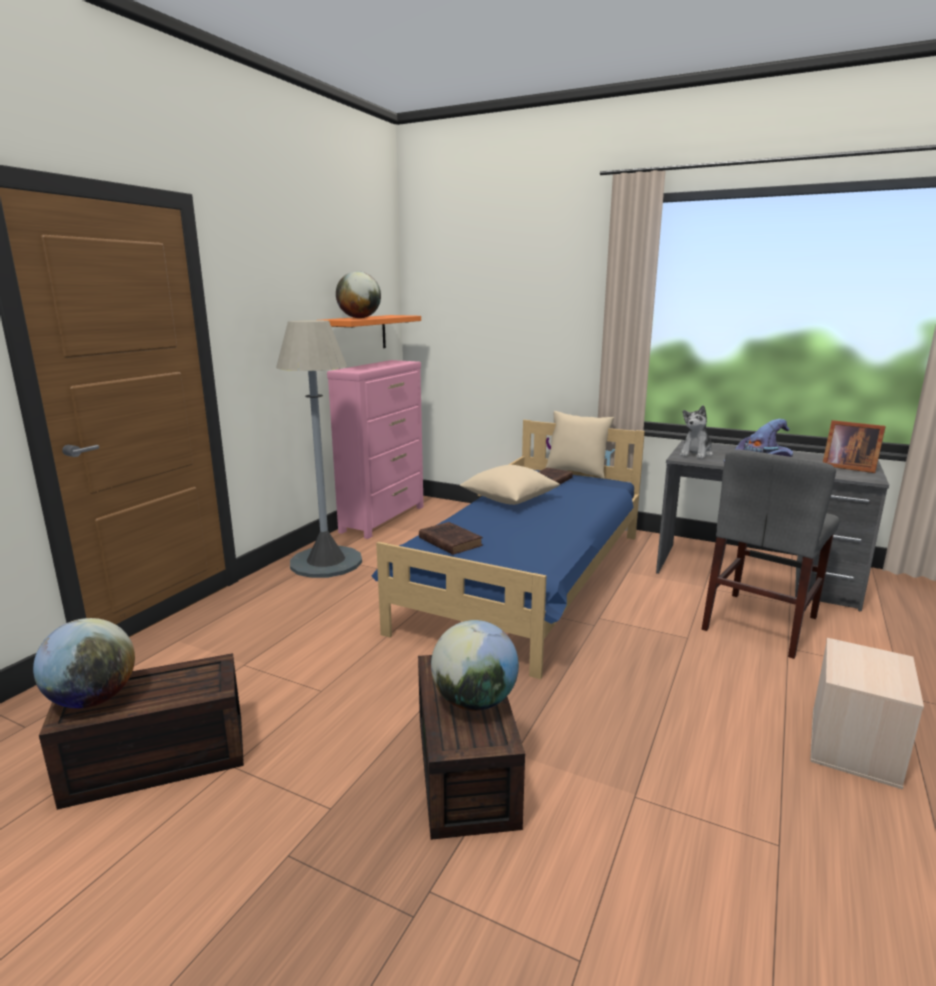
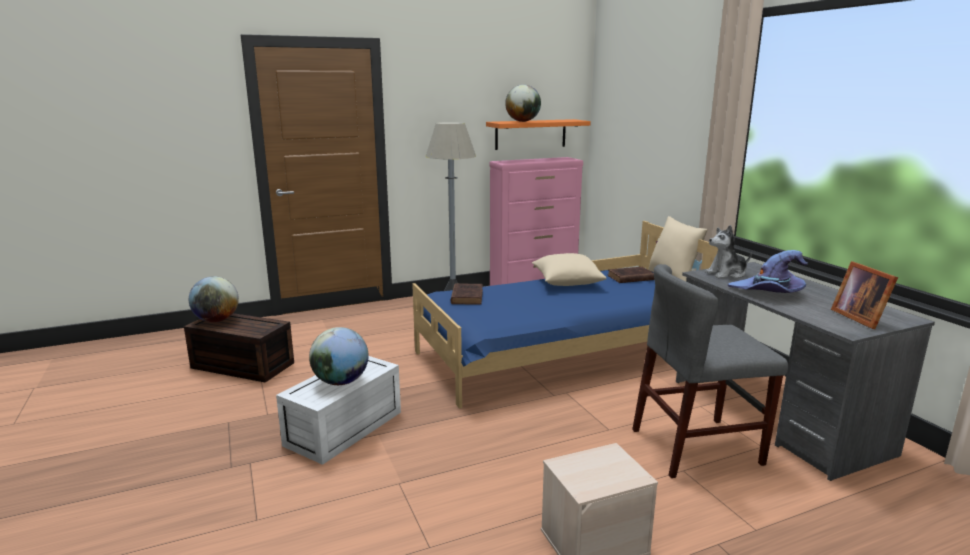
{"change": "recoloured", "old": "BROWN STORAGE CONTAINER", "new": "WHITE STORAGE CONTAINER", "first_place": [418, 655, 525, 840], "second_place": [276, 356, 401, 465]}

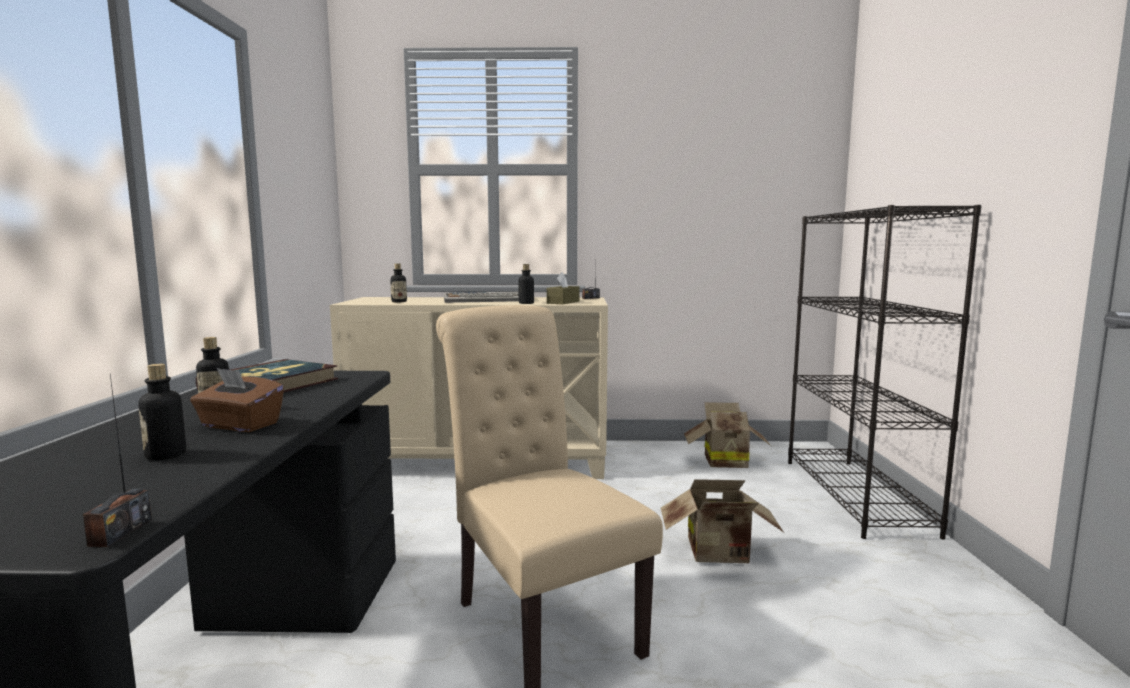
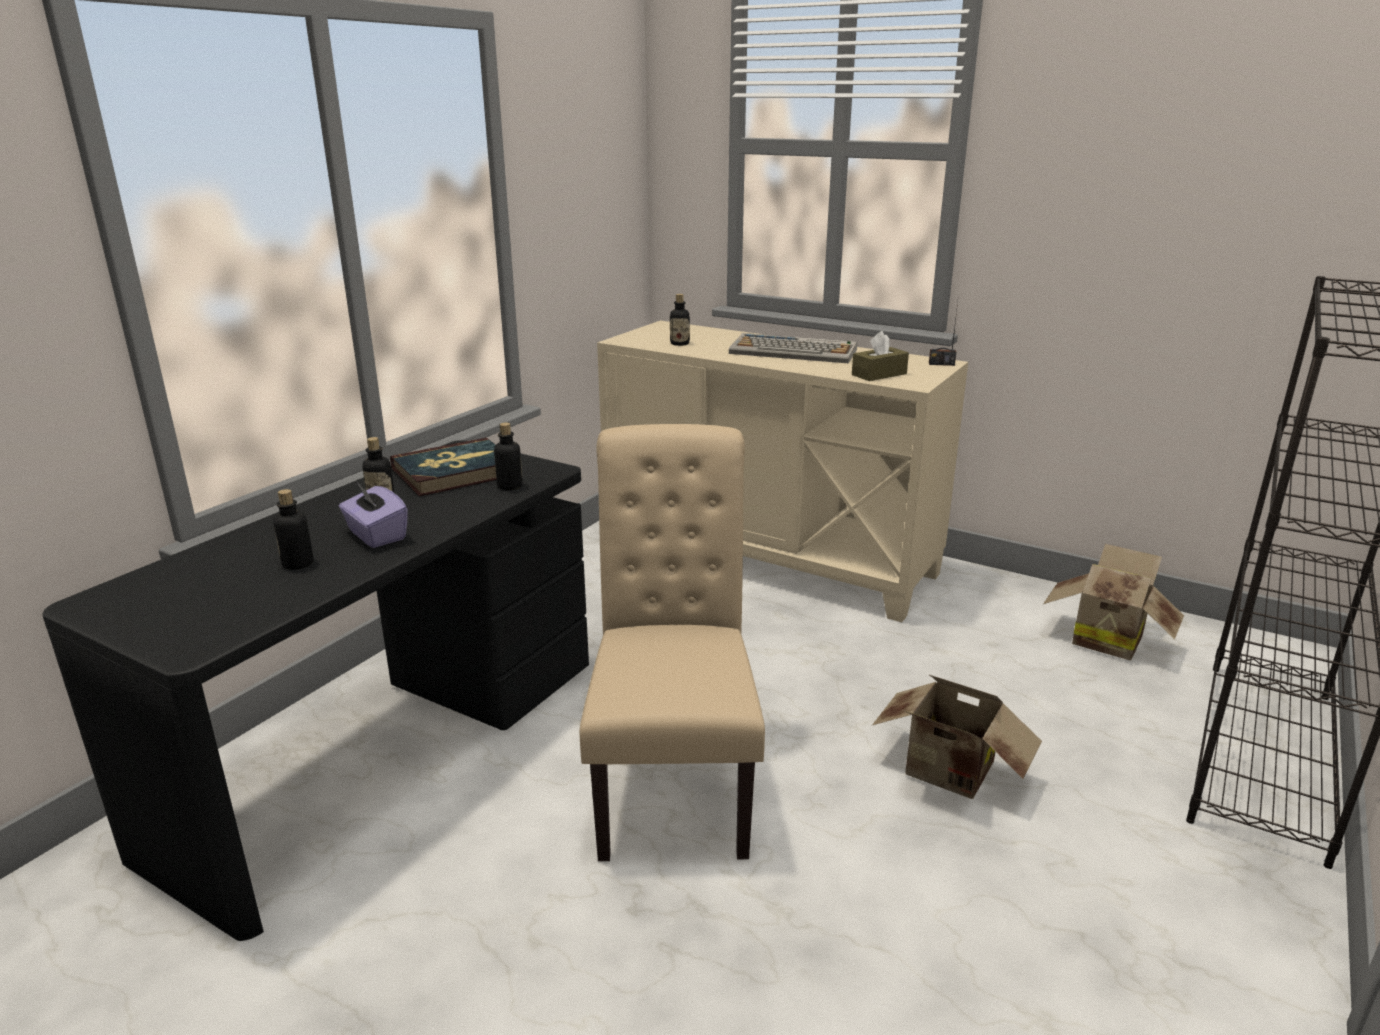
{"change": "removed", "old": "RADIO RECEIVER", "first_place": [83, 374, 152, 547]}
{"change": "recoloured", "old": "BROWN BOX OF TISSUES", "new": "PURPLISH BOX OF TISSUES", "first_place": [190, 368, 284, 432], "second_place": [339, 481, 408, 548]}
{"change": "moved", "old": "BEVERAGE BOTTLE", "first_place": [518, 264, 534, 304], "second_place": [494, 423, 523, 490]}

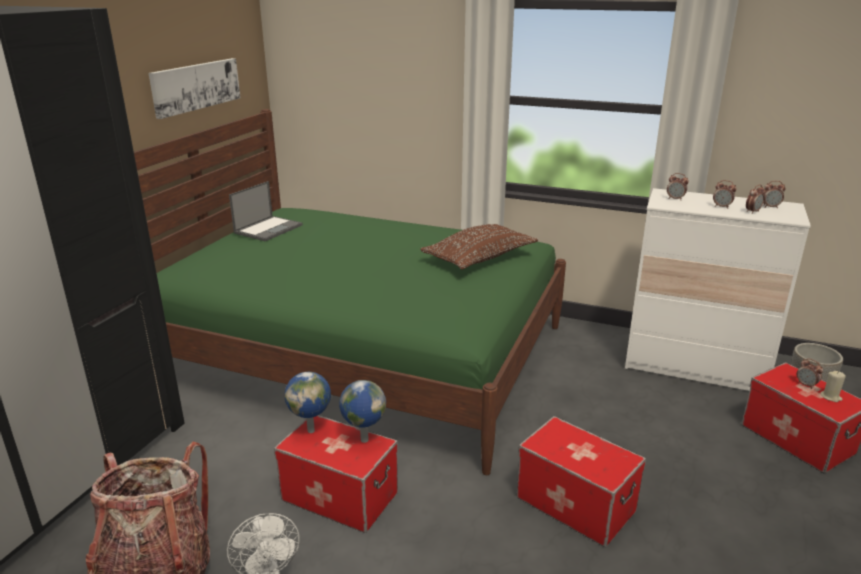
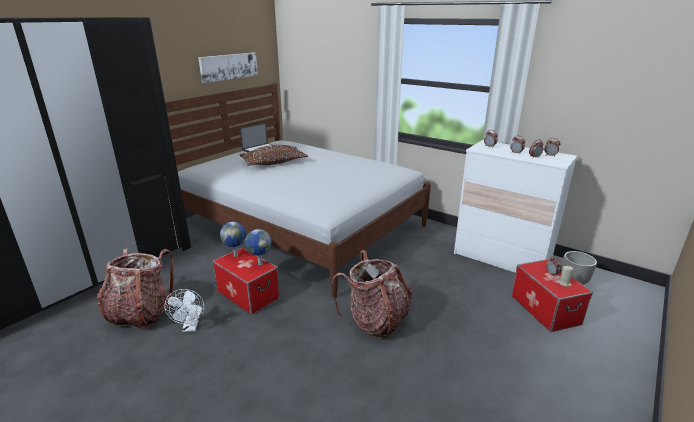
{"change": "recoloured", "old": "GREENISH BED", "new": "WHITE BED", "first_place": [134, 109, 566, 475], "second_place": [165, 83, 431, 298]}
{"change": "moved", "old": "BROWN THROW PILLOW", "first_place": [420, 224, 538, 269], "second_place": [239, 145, 308, 166]}
{"change": "replaced", "old": "STORAGE CONTAINER", "new": "BACKPACK", "first_place": [516, 416, 646, 547], "second_place": [332, 250, 412, 339]}

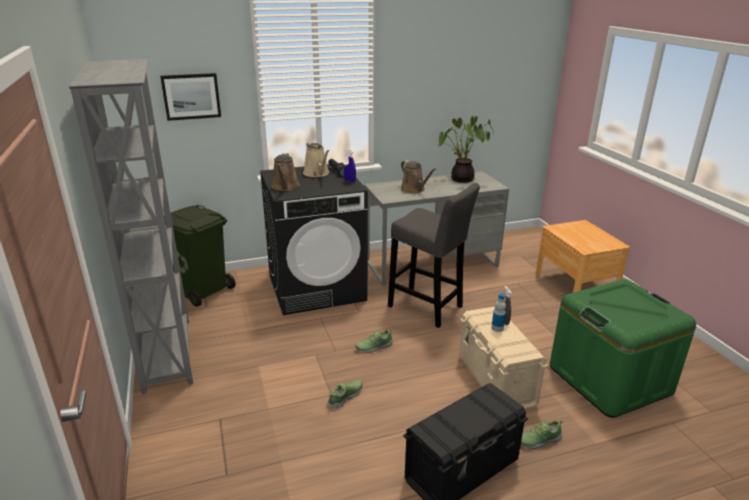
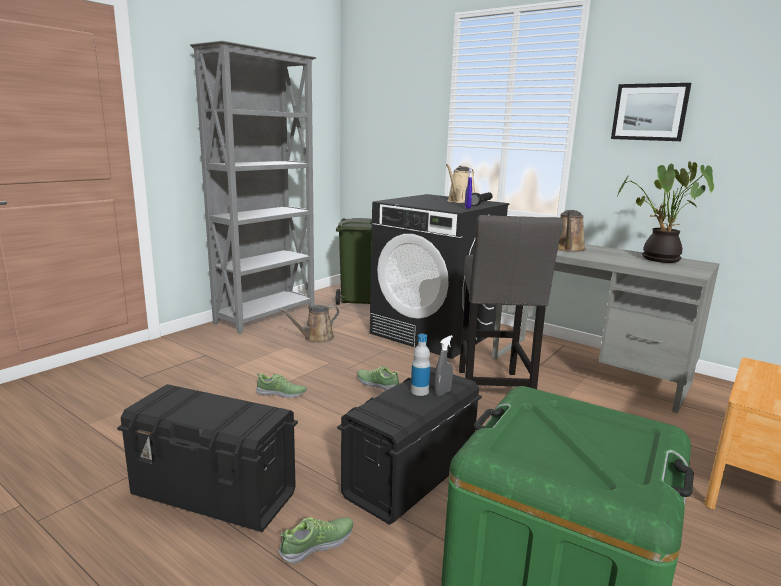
{"change": "moved", "old": "WALL ART", "first_place": [160, 73, 221, 121], "second_place": [611, 83, 691, 141]}
{"change": "moved", "old": "BROWN WATERING CAN", "first_place": [272, 153, 300, 191], "second_place": [279, 305, 339, 342]}
{"change": "recoloured", "old": "BEIGE STORAGE CONTAINER", "new": "BLACK-COLOURED STORAGE CONTAINER", "first_place": [459, 306, 548, 409], "second_place": [337, 367, 482, 525]}
{"change": "turned", "old": "SHOE", "first_place": [521, 420, 563, 449], "second_place": [278, 517, 353, 564], "degrees": 105}

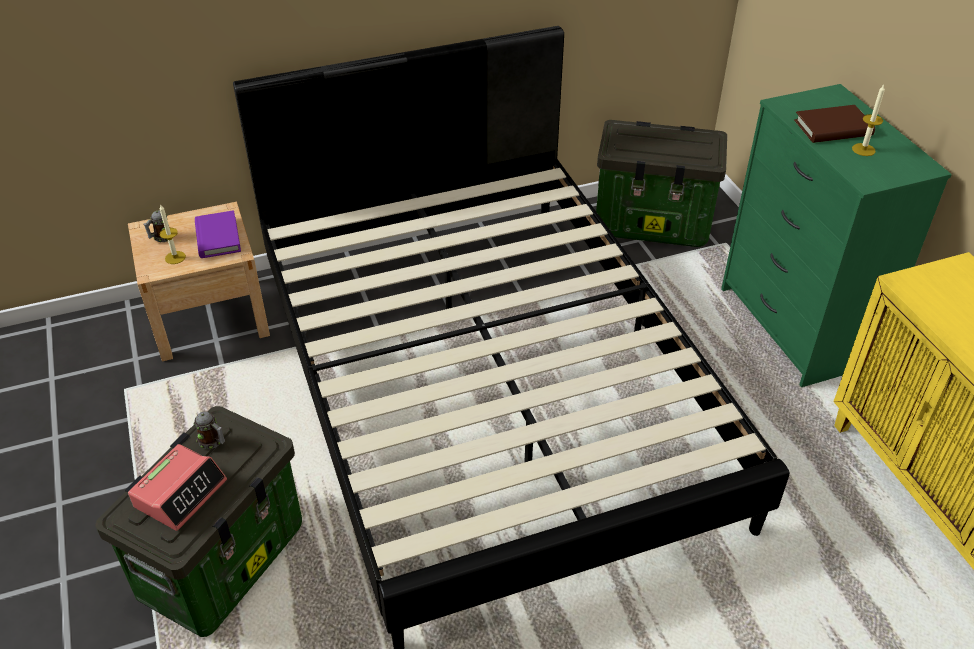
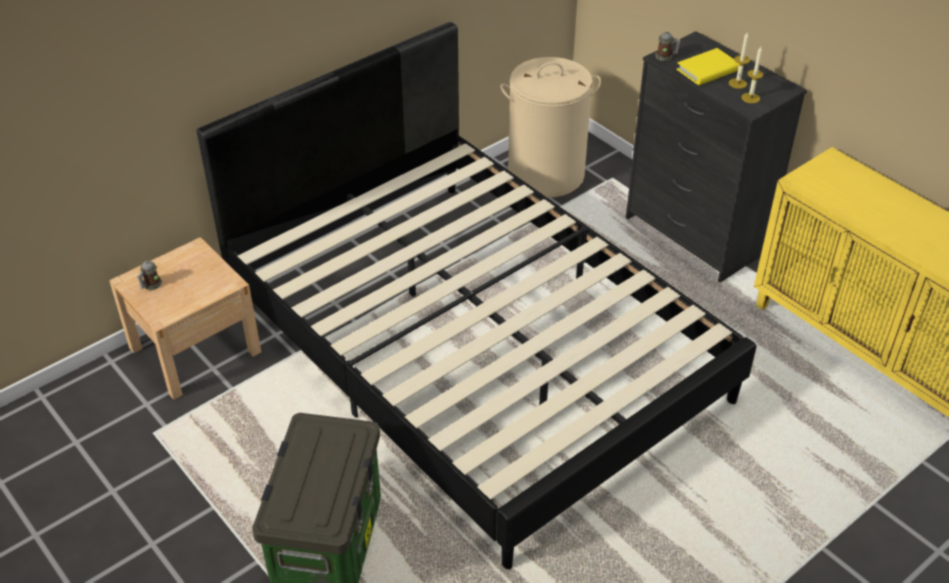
{"change": "removed", "old": "TABLE CLOCK", "first_place": [128, 444, 227, 531]}
{"change": "moved", "old": "WAX LIGHT", "first_place": [159, 205, 186, 264], "second_place": [741, 46, 763, 103]}
{"change": "moved", "old": "MUG", "first_place": [194, 411, 225, 449], "second_place": [655, 32, 680, 61]}
{"change": "removed", "old": "PURPLISH BOUND BOOK", "first_place": [195, 210, 241, 258]}
{"change": "replaced", "old": "STORAGE CONTAINER", "new": "BEIGE WASHING BASKET", "first_place": [596, 120, 727, 247], "second_place": [500, 57, 601, 198]}
{"change": "recoloured", "old": "GREENISH DRESSER", "new": "BLACK-COLOURED DRESSER", "first_place": [721, 84, 952, 387], "second_place": [626, 31, 807, 283]}
{"change": "recoloured", "old": "BROWN BOUND BOOK", "new": "YELLOW-COLOURED BOUND BOOK", "first_place": [794, 105, 875, 143], "second_place": [677, 48, 739, 85]}

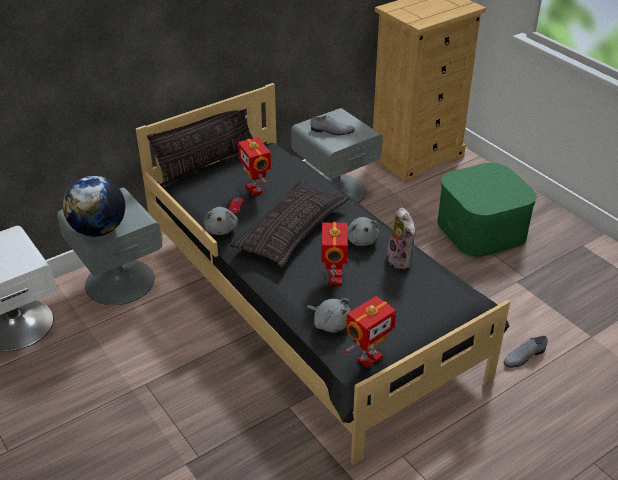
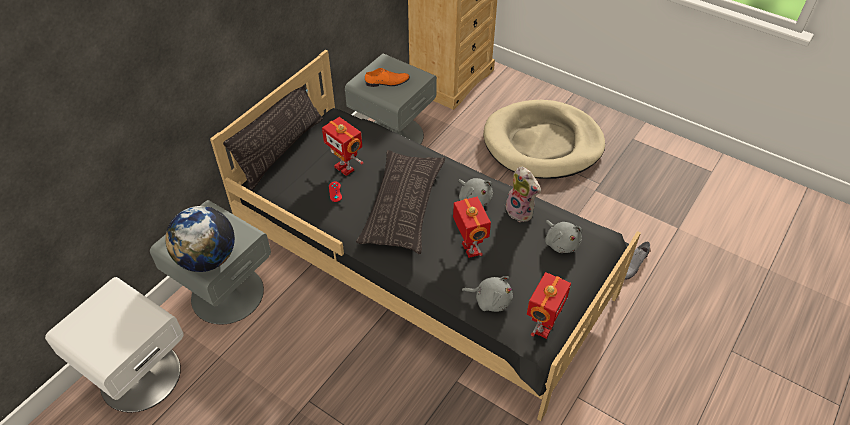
{"change": "moved", "old": "GREYISH CUDDLY TOY", "first_place": [204, 207, 238, 235], "second_place": [545, 220, 582, 253]}
{"change": "recoloured", "old": "GREYISH SHOE", "new": "ORANGE-COLOURED SHOE", "first_place": [310, 115, 355, 135], "second_place": [365, 68, 410, 87]}
{"change": "replaced", "old": "GREENISH STORAGE CONTAINER", "new": "BEIGE PET BED", "first_place": [437, 163, 537, 257], "second_place": [483, 100, 605, 179]}

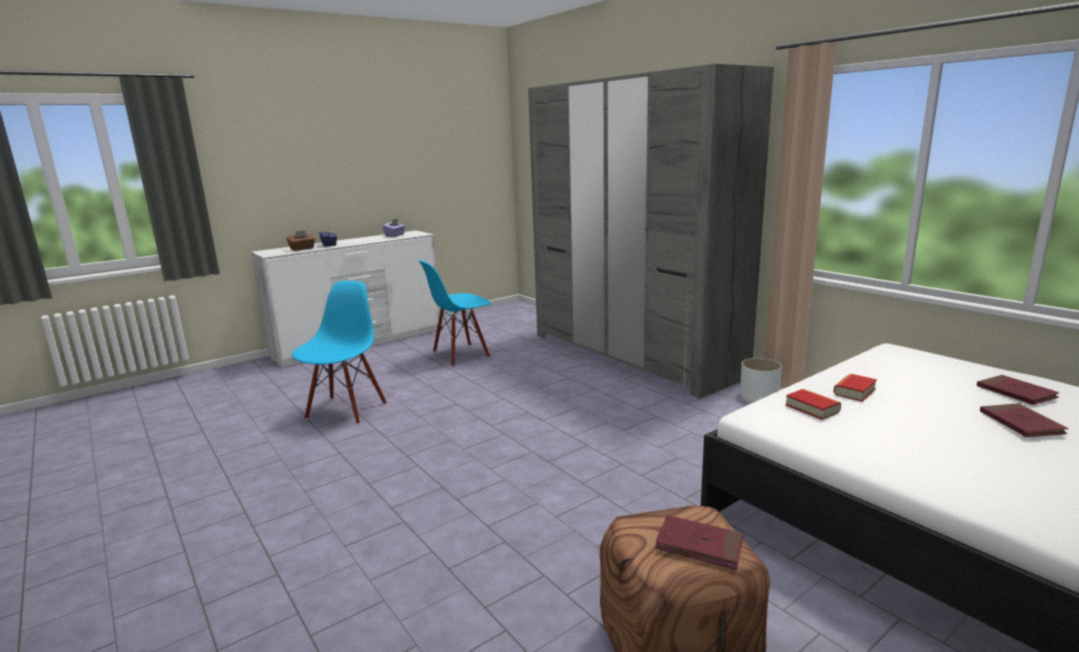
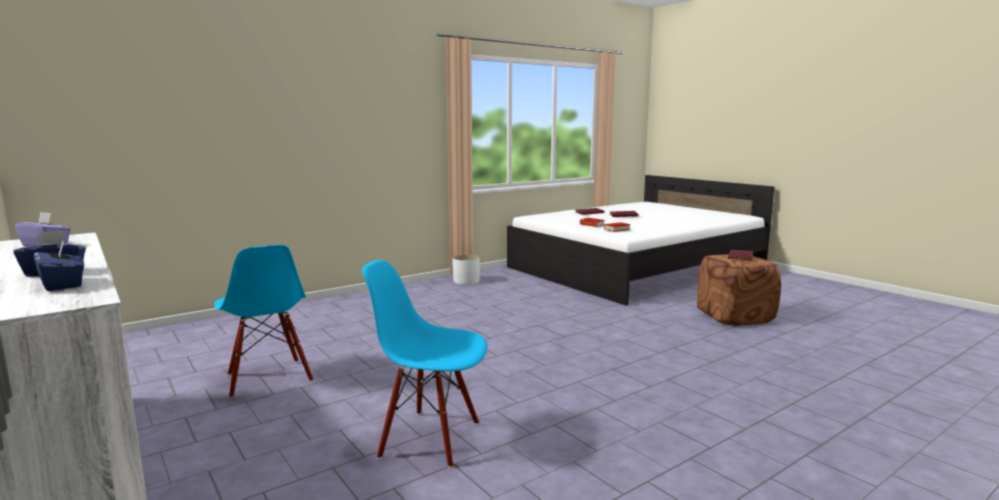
{"change": "recoloured", "old": "BROWN BOX OF TISSUES", "new": "BLUE-COLOURED BOX OF TISSUES", "first_place": [286, 230, 315, 251], "second_place": [34, 241, 84, 291]}
{"change": "removed", "old": "GREYISH WARDROBE", "first_place": [528, 64, 774, 399]}

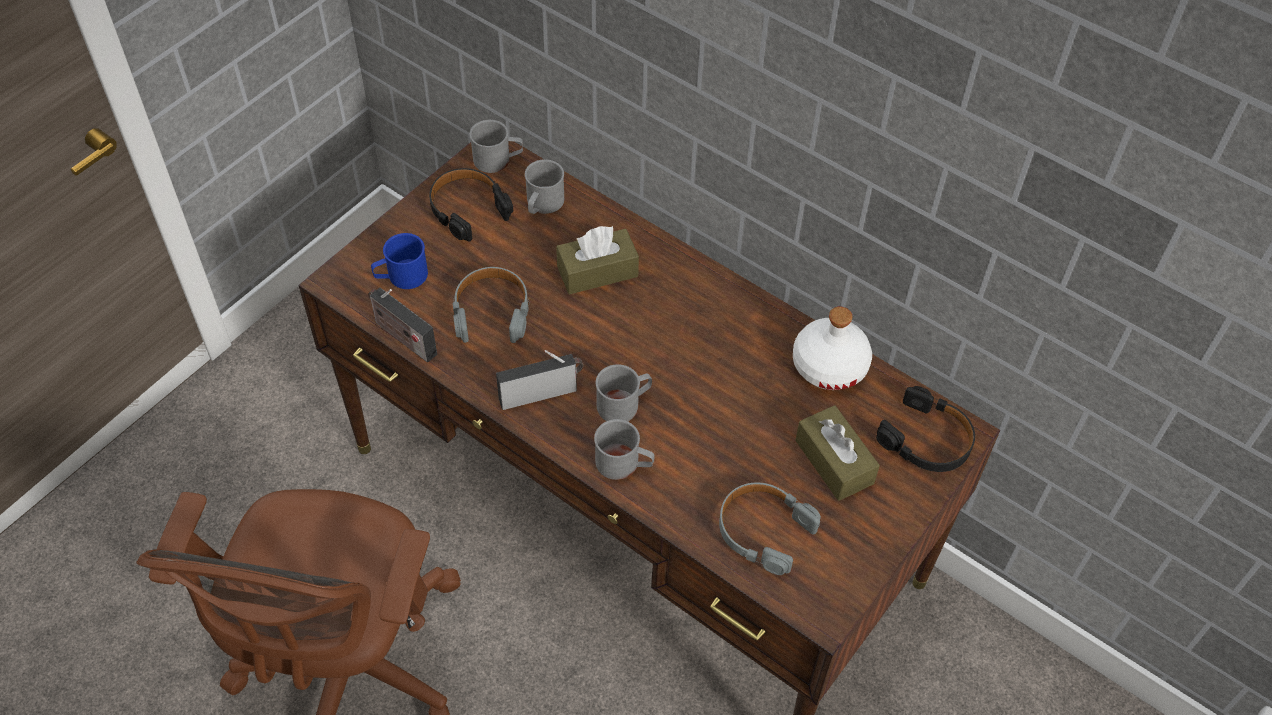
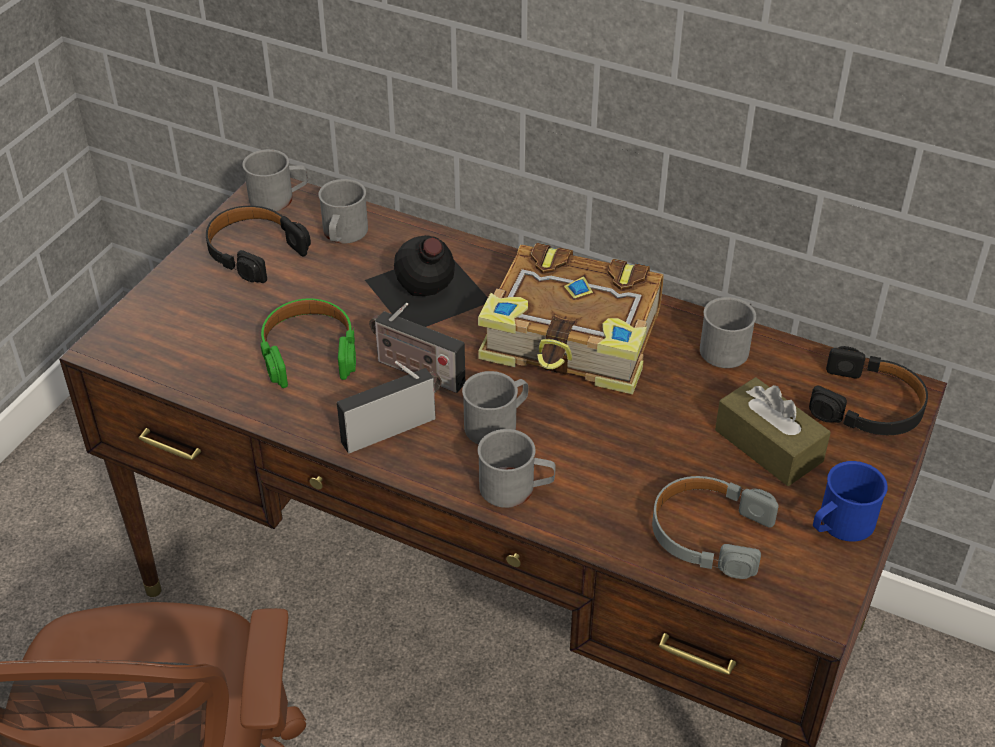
{"change": "moved", "old": "RADIO RECEIVER", "first_place": [368, 288, 437, 362], "second_place": [369, 303, 465, 393]}
{"change": "moved", "old": "BLUE-COLOURED MUG", "first_place": [371, 233, 428, 289], "second_place": [813, 461, 888, 542]}
{"change": "recoloured", "old": "GREYISH HEADSET", "new": "GREENISH HEADSET", "first_place": [453, 267, 529, 343], "second_place": [260, 298, 356, 388]}
{"change": "replaced", "old": "BROWN BOX OF TISSUES", "new": "BLACK-COLOURED BEVERAGE BOTTLE", "first_place": [556, 226, 639, 294], "second_place": [365, 235, 488, 327]}
{"change": "replaced", "old": "WHITE BEVERAGE BOTTLE", "new": "GREYISH MUG", "first_place": [793, 307, 872, 390], "second_place": [700, 297, 756, 368]}
{"change": "added", "new": "BOUND BOOK", "second_place": [478, 243, 664, 394]}

